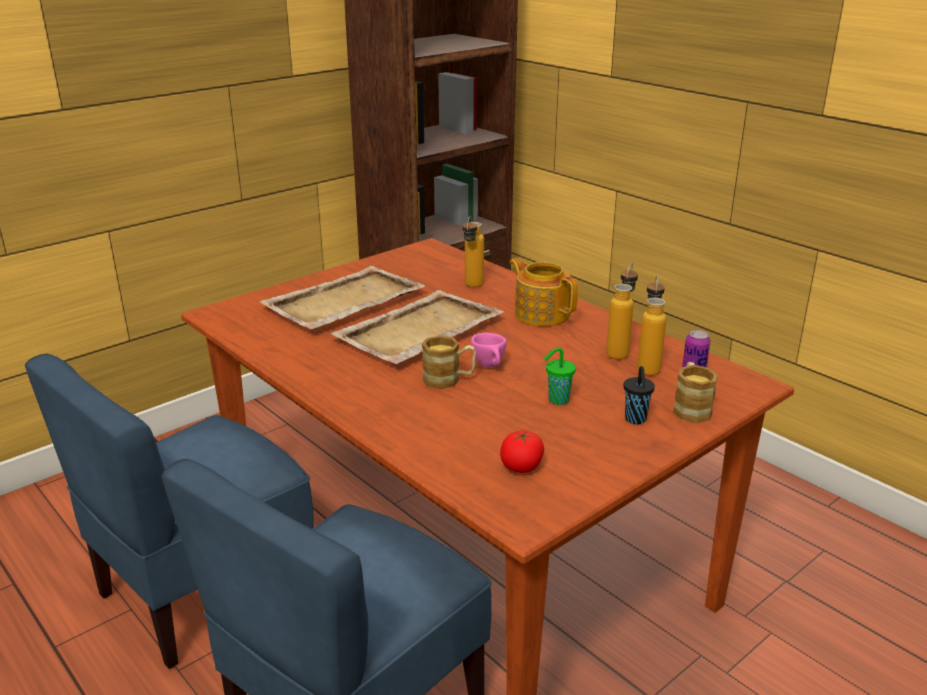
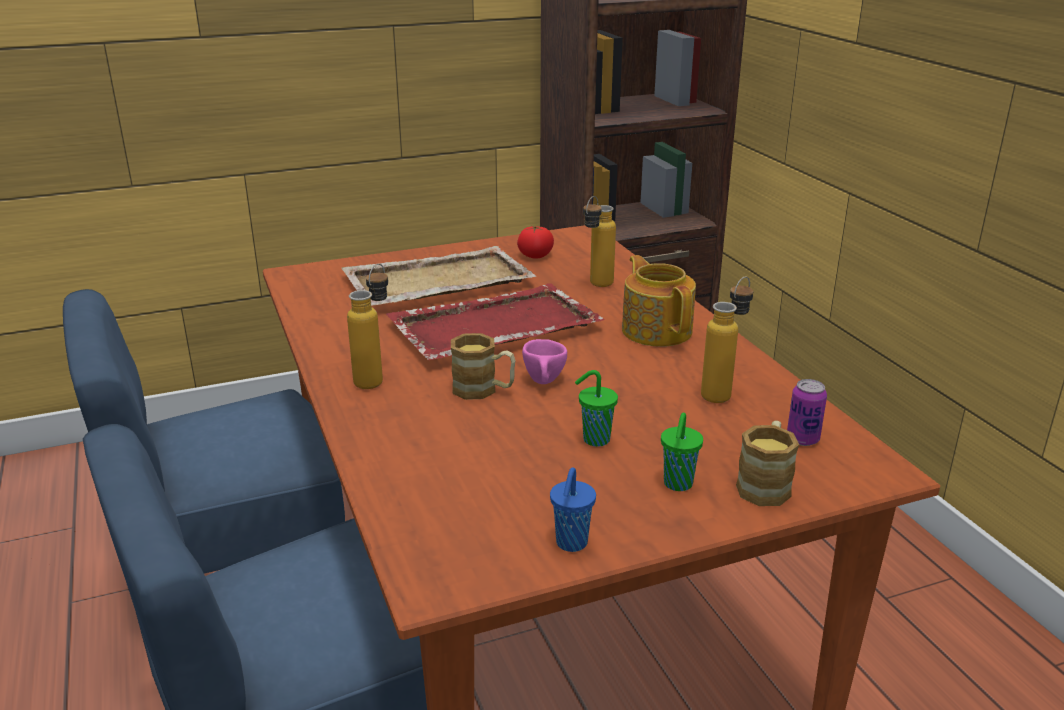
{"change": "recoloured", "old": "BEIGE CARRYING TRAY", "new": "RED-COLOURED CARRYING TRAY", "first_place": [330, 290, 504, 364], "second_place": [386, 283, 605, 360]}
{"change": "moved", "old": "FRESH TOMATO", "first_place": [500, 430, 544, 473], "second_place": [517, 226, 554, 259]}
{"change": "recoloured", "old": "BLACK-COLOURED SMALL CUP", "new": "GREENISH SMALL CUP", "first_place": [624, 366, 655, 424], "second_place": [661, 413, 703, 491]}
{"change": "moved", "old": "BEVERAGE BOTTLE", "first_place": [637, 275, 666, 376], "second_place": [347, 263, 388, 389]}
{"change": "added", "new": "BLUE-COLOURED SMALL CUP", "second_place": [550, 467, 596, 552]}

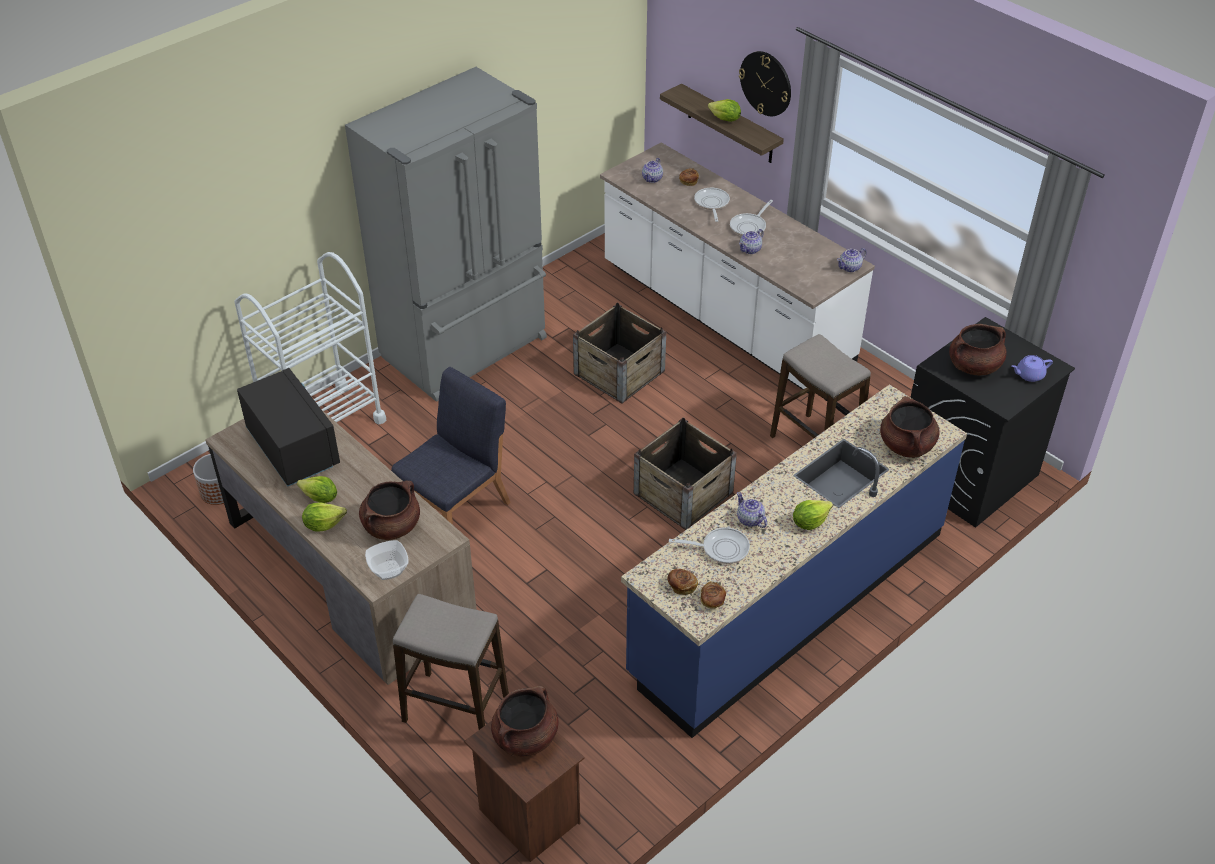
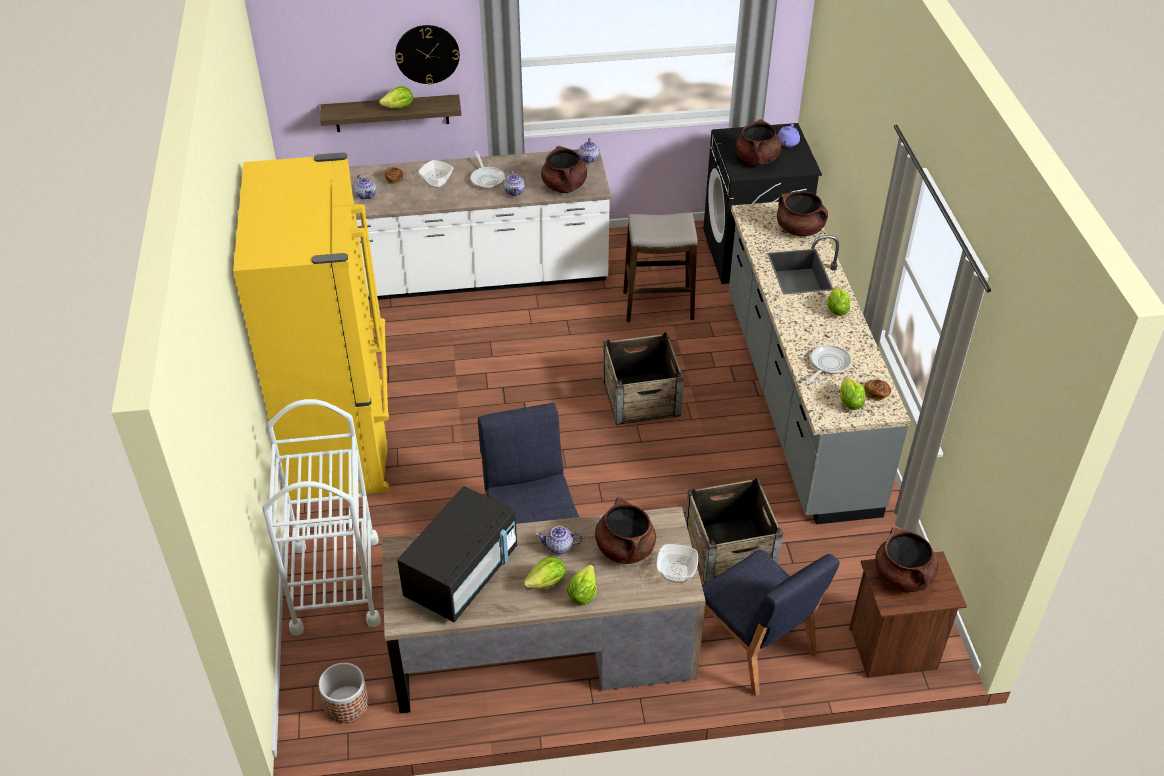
{"change": "turned", "old": "BLACK-COLOURED KITCHEN MICROWAVE", "first_place": [237, 368, 340, 487], "second_place": [397, 486, 517, 622], "degrees": 120}
{"change": "recoloured", "old": "GREYISH FRIDGE", "new": "YELLOW-COLOURED FRIDGE", "first_place": [345, 67, 547, 402], "second_place": [233, 152, 389, 501]}
{"change": "replaced", "old": "STOOL", "new": "BLUE-COLOURED UPRIGHT CHAIR", "first_place": [393, 594, 509, 730], "second_place": [702, 550, 840, 696]}
{"change": "moved", "old": "SHIPPING CRATE", "first_place": [573, 302, 666, 404], "second_place": [685, 478, 783, 584]}
{"change": "recoloured", "old": "BLUE-COLOURED KITCHEN COUNTER", "new": "GREYISH KITCHEN COUNTER", "first_place": [621, 384, 967, 738], "second_place": [729, 202, 911, 524]}
{"change": "replaced", "old": "BAKERY BREAD", "new": "LETTUCE HEAD", "first_place": [667, 569, 698, 595], "second_place": [840, 376, 865, 410]}
{"change": "replaced", "old": "FRYING PAN", "new": "SERVING BOWL", "first_place": [694, 188, 730, 222], "second_place": [418, 160, 453, 188]}
{"change": "moved", "old": "TEA POT", "first_place": [737, 492, 767, 528], "second_place": [536, 526, 582, 554]}
{"change": "added", "new": "BROWN SAUCEPOT", "second_place": [541, 146, 587, 193]}

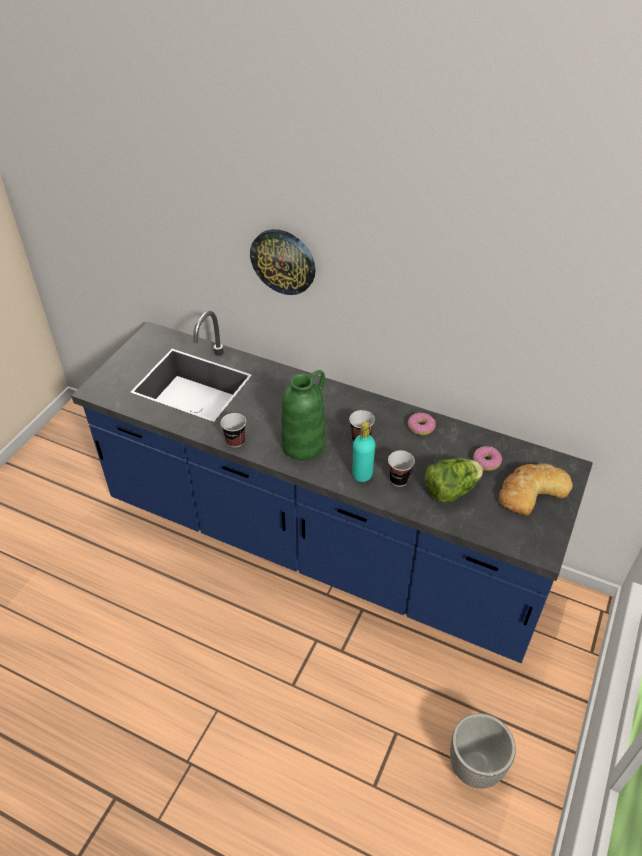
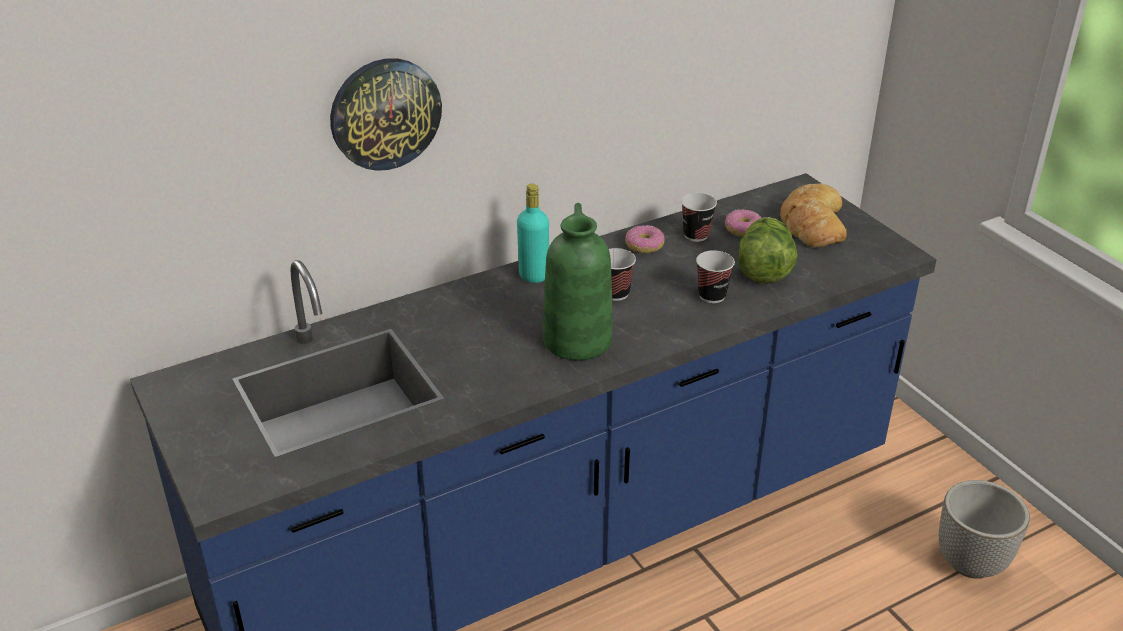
{"change": "moved", "old": "SMALL CUP", "first_place": [221, 413, 246, 448], "second_place": [681, 193, 717, 242]}
{"change": "moved", "old": "TURQUOISE BEVERAGE BOTTLE", "first_place": [352, 421, 375, 482], "second_place": [517, 184, 549, 283]}

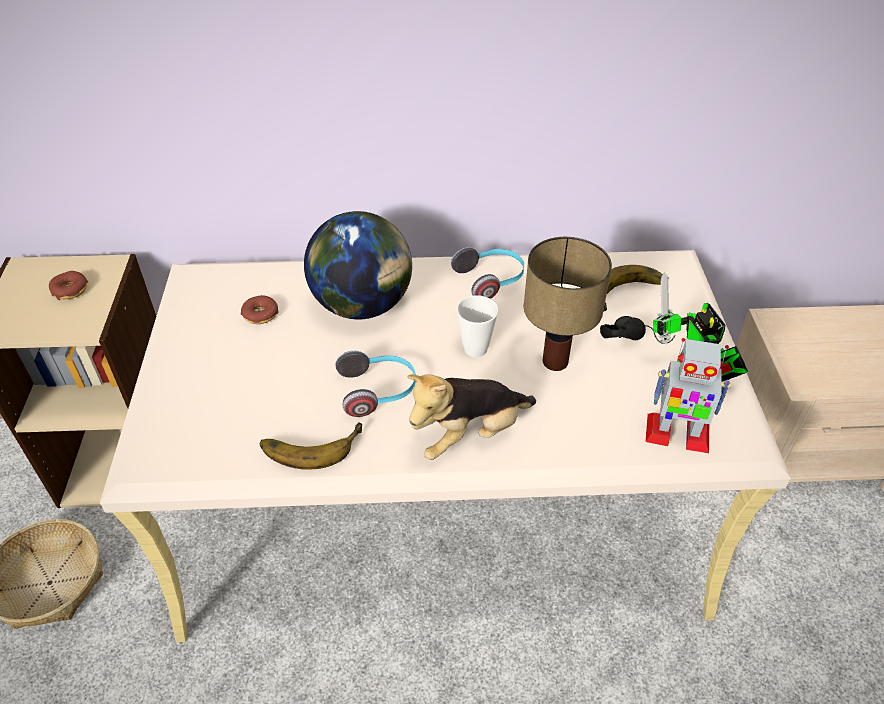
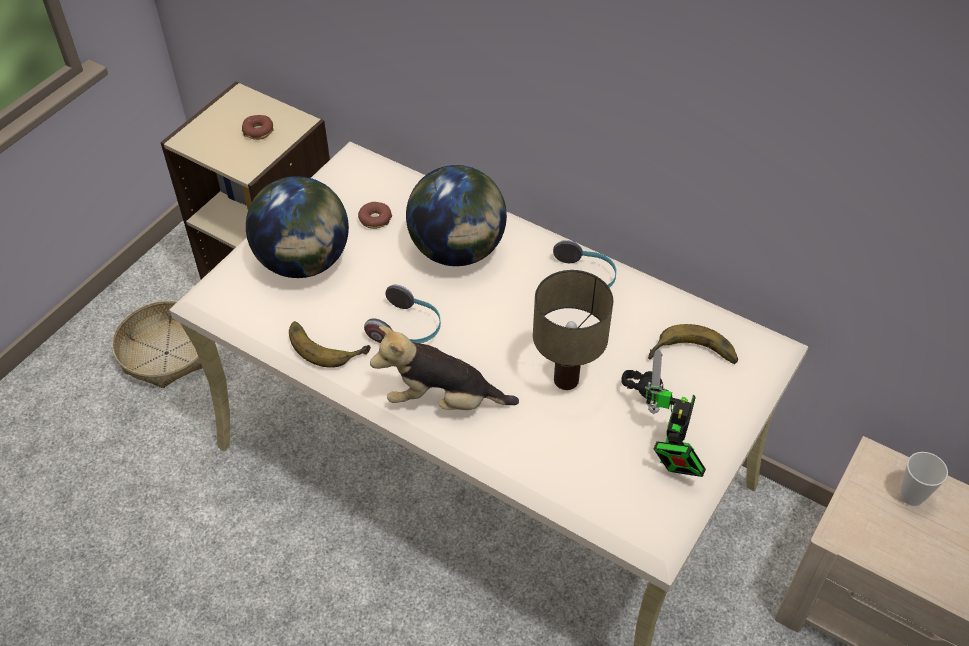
{"change": "moved", "old": "SMALL CUP", "first_place": [457, 295, 498, 357], "second_place": [900, 452, 948, 506]}
{"change": "removed", "old": "MODEL ROBOT", "first_place": [645, 338, 731, 453]}
{"change": "added", "new": "WORLD GLOBE", "second_place": [246, 176, 349, 278]}

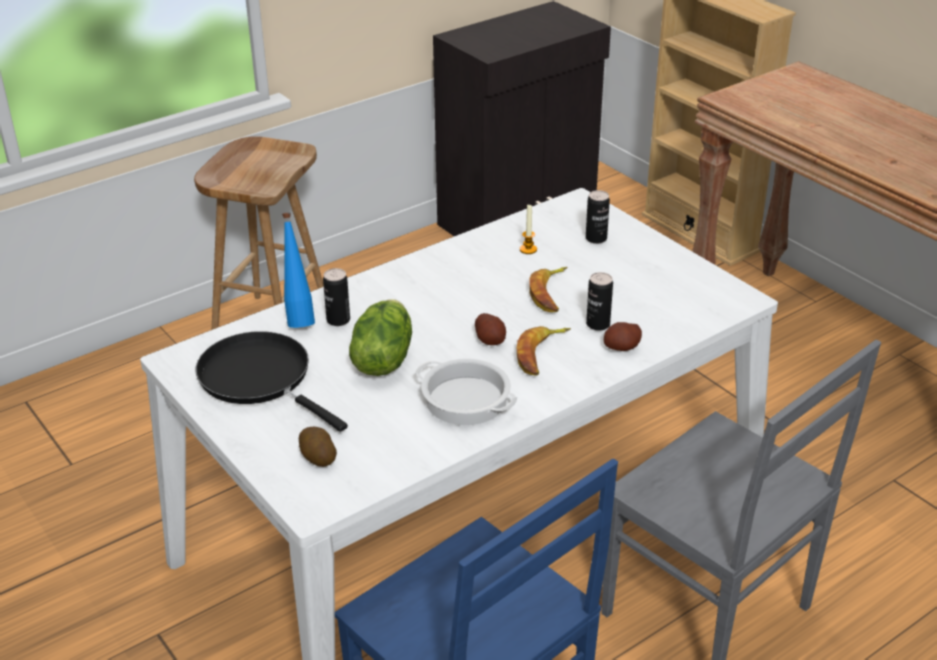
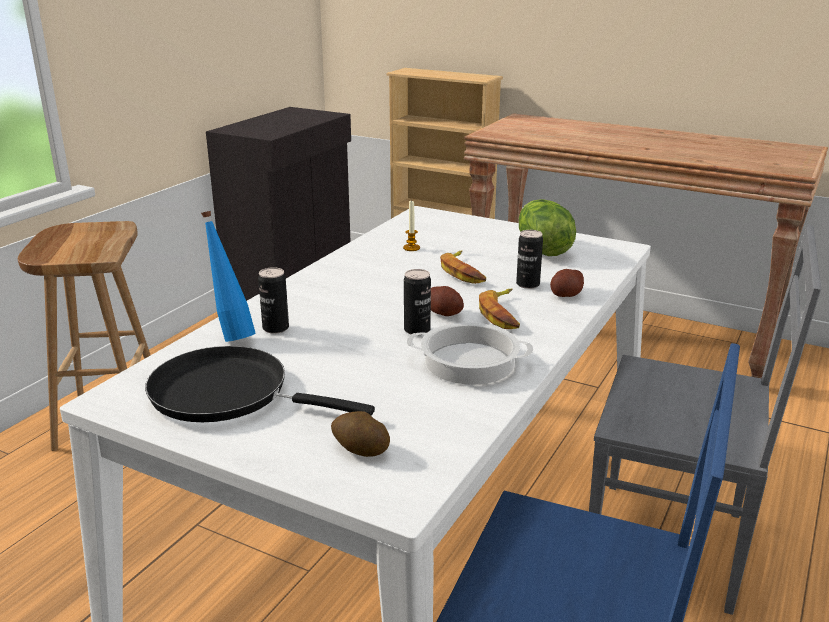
{"change": "moved", "old": "LETTUCE HEAD", "first_place": [349, 299, 412, 376], "second_place": [519, 199, 576, 256]}
{"change": "moved", "old": "METAL CAN", "first_place": [586, 190, 610, 244], "second_place": [404, 269, 431, 334]}

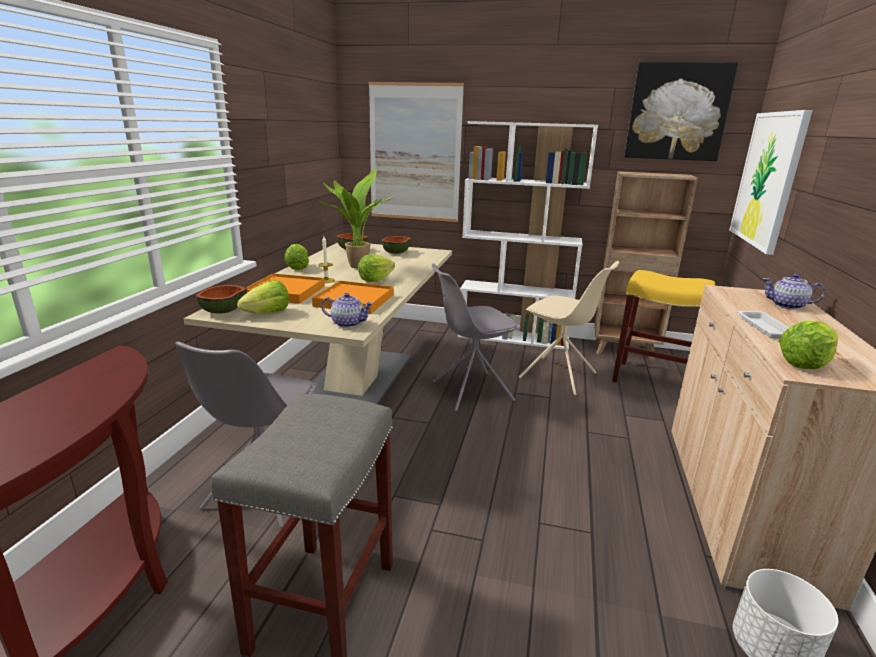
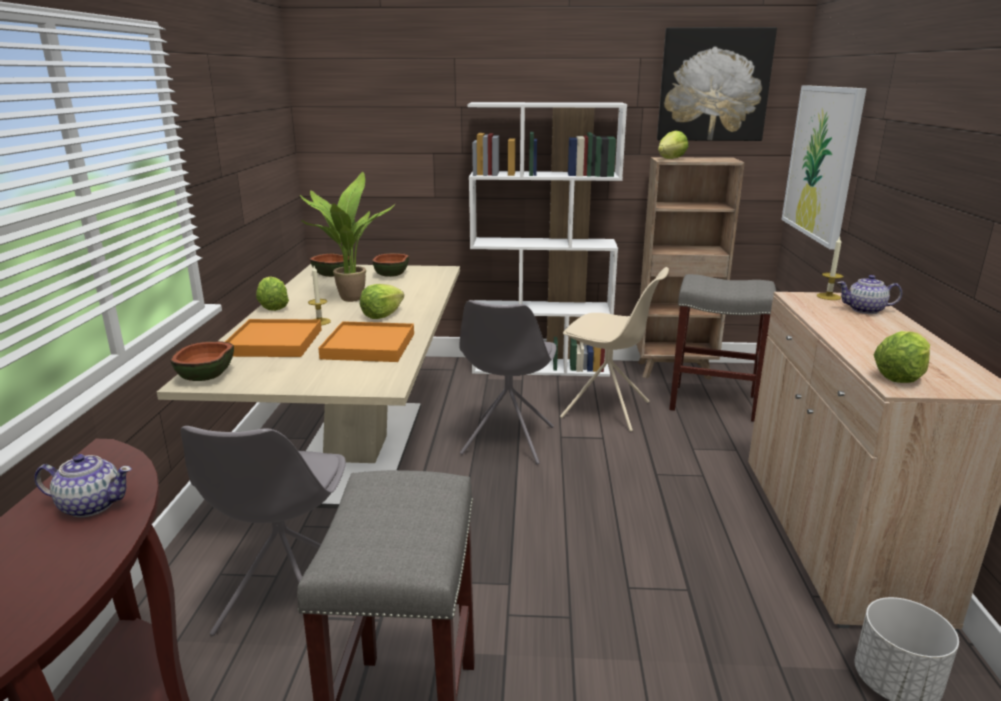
{"change": "moved", "old": "LETTUCE HEAD", "first_place": [237, 280, 289, 314], "second_place": [658, 131, 688, 159]}
{"change": "moved", "old": "TEA POT", "first_place": [321, 293, 373, 328], "second_place": [34, 454, 132, 517]}
{"change": "removed", "old": "WALL ART", "first_place": [369, 82, 464, 222]}
{"change": "turned", "old": "GREYISH UPRIGHT CHAIR", "first_place": [432, 263, 521, 411], "second_place": [459, 300, 557, 465], "degrees": -45}
{"change": "recoloured", "old": "YELLOW-COLOURED STOOL", "new": "GREYISH STOOL", "first_place": [612, 270, 715, 382], "second_place": [669, 274, 776, 422]}
{"change": "removed", "old": "WHITE CARRYING TRAY", "first_place": [737, 311, 789, 339]}
{"change": "added", "new": "WAX LIGHT", "second_place": [816, 237, 843, 300]}

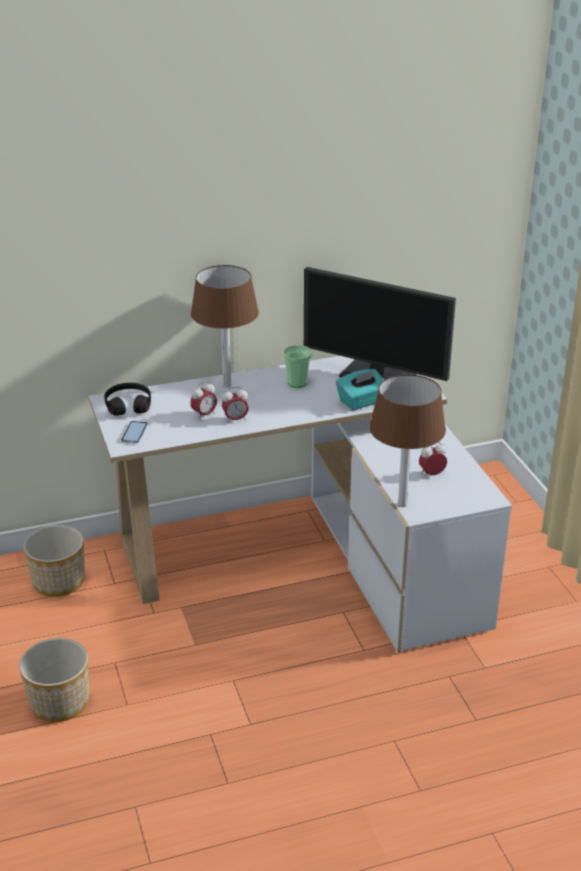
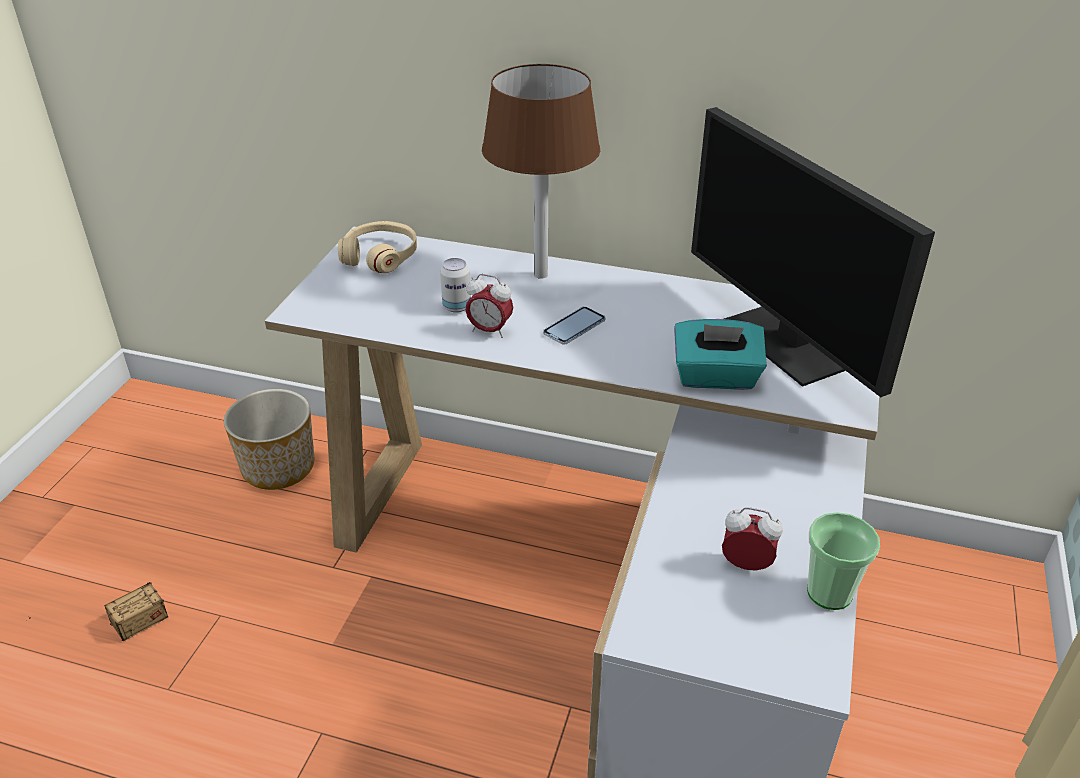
{"change": "replaced", "old": "FLOWER POT", "new": "STORAGE CONTAINER", "first_place": [19, 638, 89, 722], "second_place": [29, 583, 168, 641]}
{"change": "recoloured", "old": "BLACK-COLOURED HEADSET", "new": "BEIGE HEADSET", "first_place": [104, 383, 151, 416], "second_place": [338, 221, 417, 273]}
{"change": "moved", "old": "TELEPHONE", "first_place": [121, 421, 148, 444], "second_place": [543, 307, 606, 345]}
{"change": "replaced", "old": "TABLE CLOCK", "new": "METAL CAN", "first_place": [190, 381, 217, 420], "second_place": [440, 258, 471, 313]}
{"change": "moved", "old": "SMALL CUP", "first_place": [283, 345, 312, 388], "second_place": [807, 512, 880, 610]}
{"change": "removed", "old": "BROWN TABLETOP LAMP", "first_place": [369, 374, 446, 507]}

